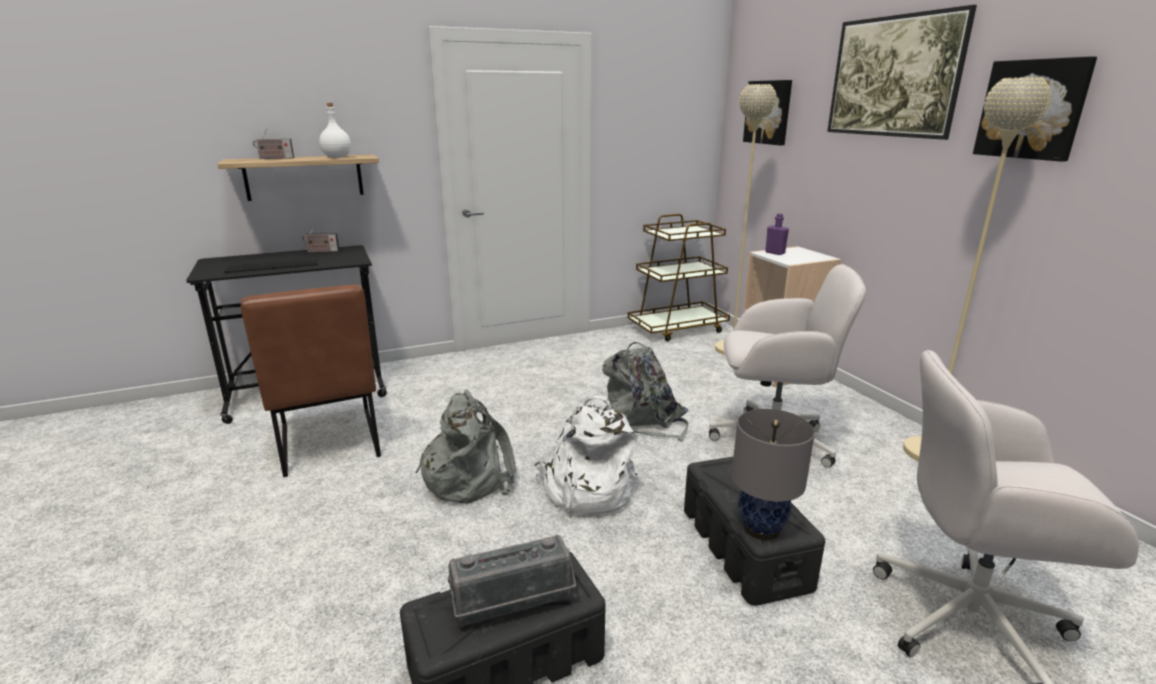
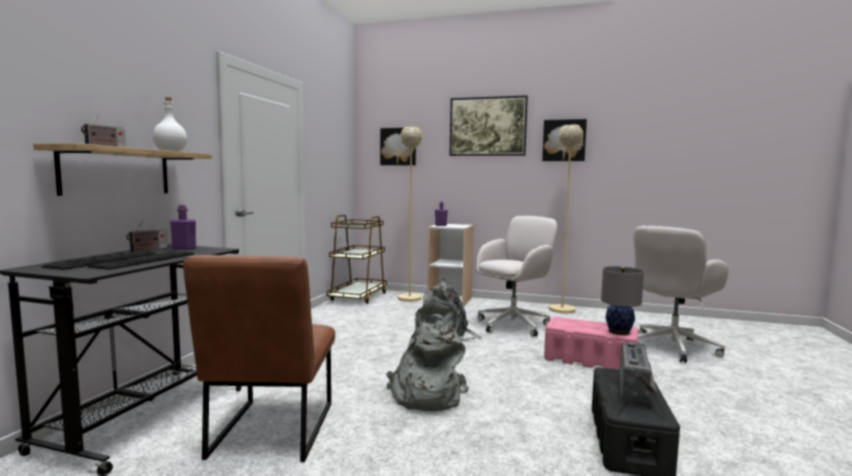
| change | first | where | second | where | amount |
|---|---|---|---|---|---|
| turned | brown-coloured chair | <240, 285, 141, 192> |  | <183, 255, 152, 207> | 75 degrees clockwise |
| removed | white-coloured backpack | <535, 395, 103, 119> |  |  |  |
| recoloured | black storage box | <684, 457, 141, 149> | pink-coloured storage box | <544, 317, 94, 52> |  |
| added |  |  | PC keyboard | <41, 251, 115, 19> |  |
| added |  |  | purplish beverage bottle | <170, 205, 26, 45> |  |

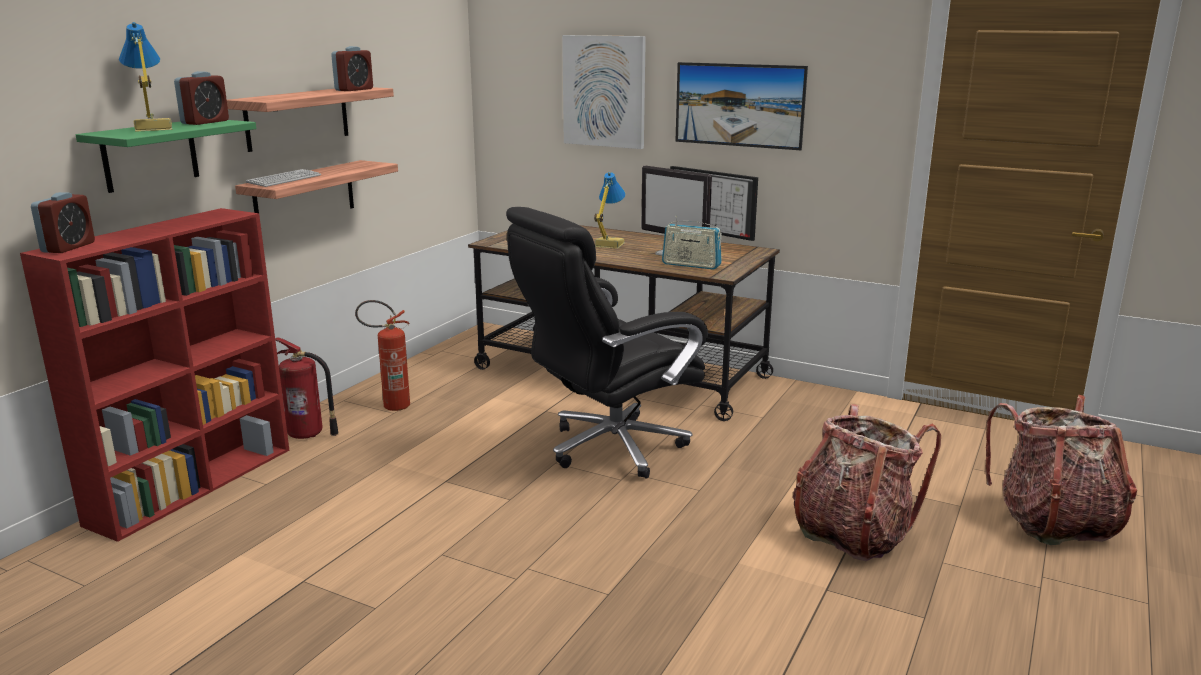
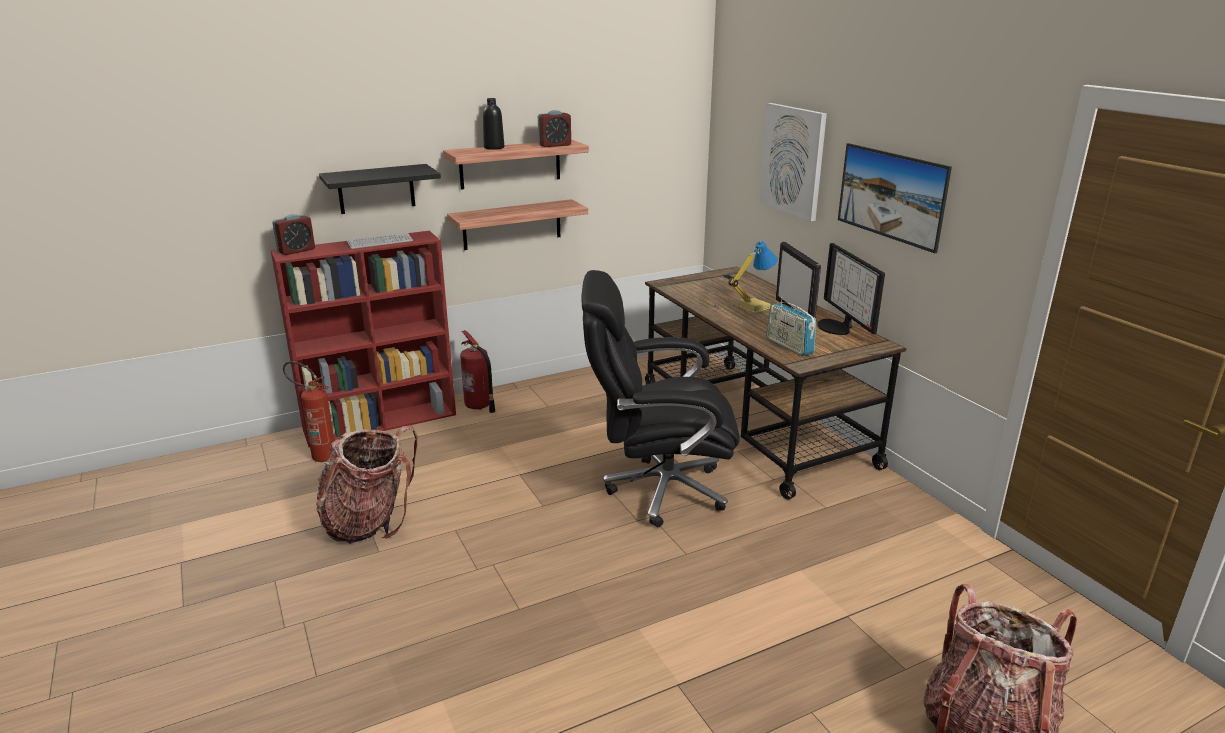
| change | first | where | second | where | amount |
|---|---|---|---|---|---|
| recoloured | green-coloured shelf | <76, 120, 180, 73> | black shelf | <319, 164, 122, 50> |  |
| removed | tabletop lamp | <119, 22, 54, 110> |  |  |  |
| removed | alarm clock | <174, 71, 55, 54> |  |  |  |
| moved | PC keyboard | <246, 169, 75, 18> |  | <347, 233, 66, 16> |  |
| moved | fire-fighting cylinder | <355, 300, 55, 111> |  | <283, 361, 52, 101> |  |
| moved | backpack | <793, 404, 148, 157> |  | <316, 426, 102, 118> |  |
| added |  |  | black beverage bottle | <483, 98, 21, 52> |  |

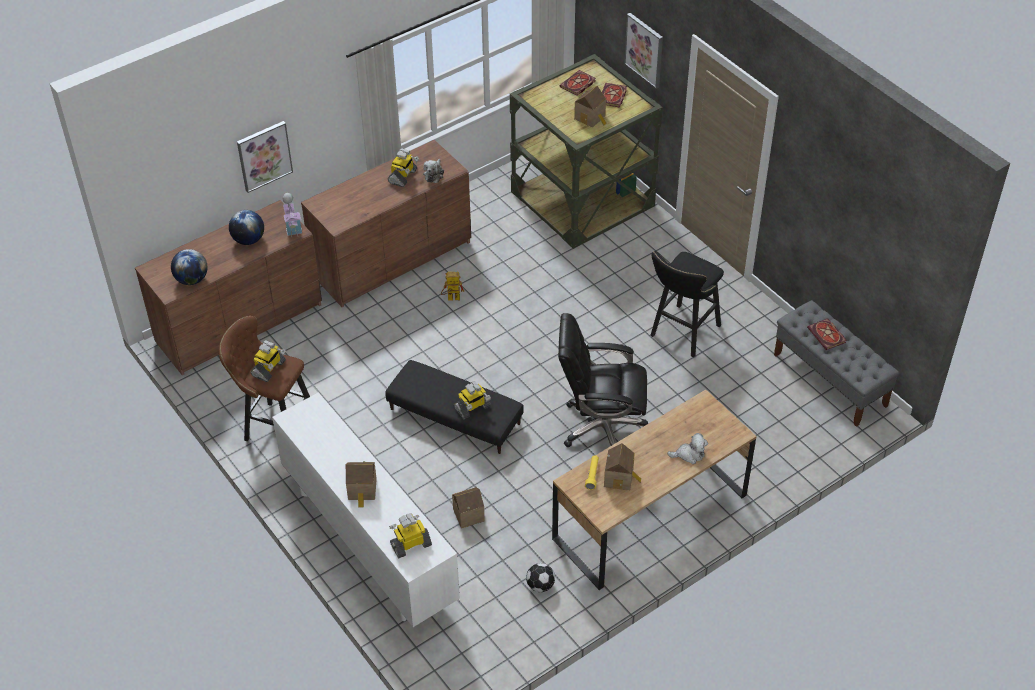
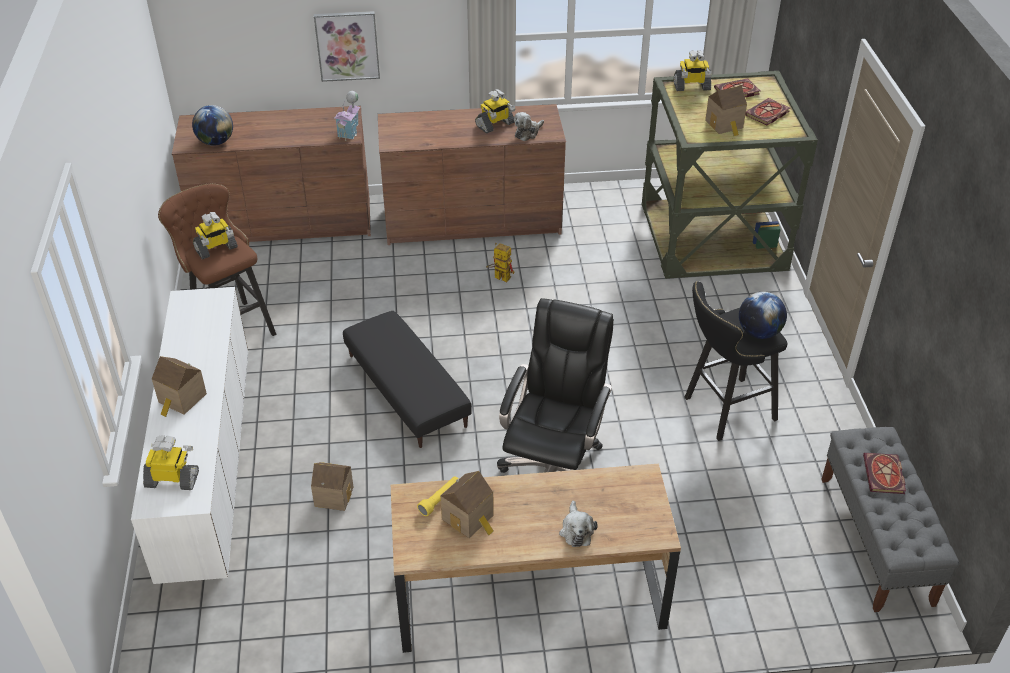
| change | first | where | second | where | amount |
|---|---|---|---|---|---|
| moved | world globe | <229, 210, 35, 35> |  | <739, 292, 48, 47> |  |
| moved | toy robot | <454, 381, 37, 38> |  | <674, 50, 38, 41> |  |
| removed | football | <526, 563, 29, 29> |  |  |  |
| turned | black desk chair | <558, 313, 91, 134> |  | <497, 298, 117, 175> | 75 degrees clockwise |
| removed | picture | <624, 13, 39, 76> |  |  |  |
| turned | plush toy | <667, 433, 41, 31> |  | <559, 501, 39, 46> | 60 degrees clockwise |

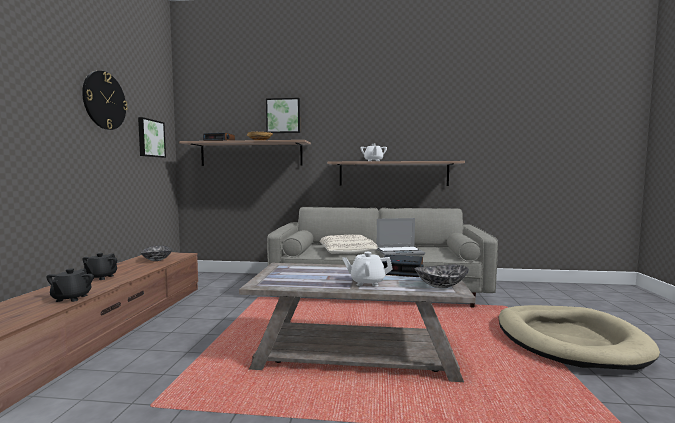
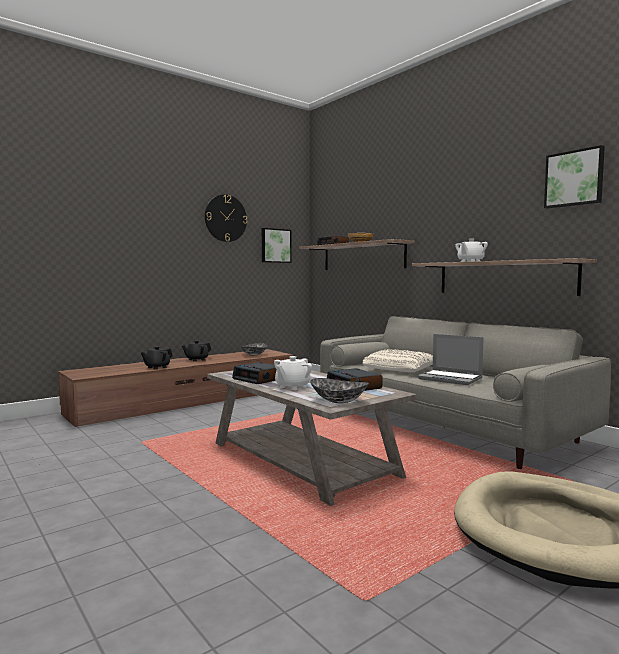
| change | first | where | second | where | amount |
|---|---|---|---|---|---|
| moved | picture | <266, 98, 34, 35> |  | <544, 145, 61, 64> |  |
| turned | white-coloured teapot | <343, 252, 50, 34> |  | <274, 356, 38, 34> | 105 degrees counterclockwise |
| added |  |  | alarm clock | <232, 362, 44, 22> |  |

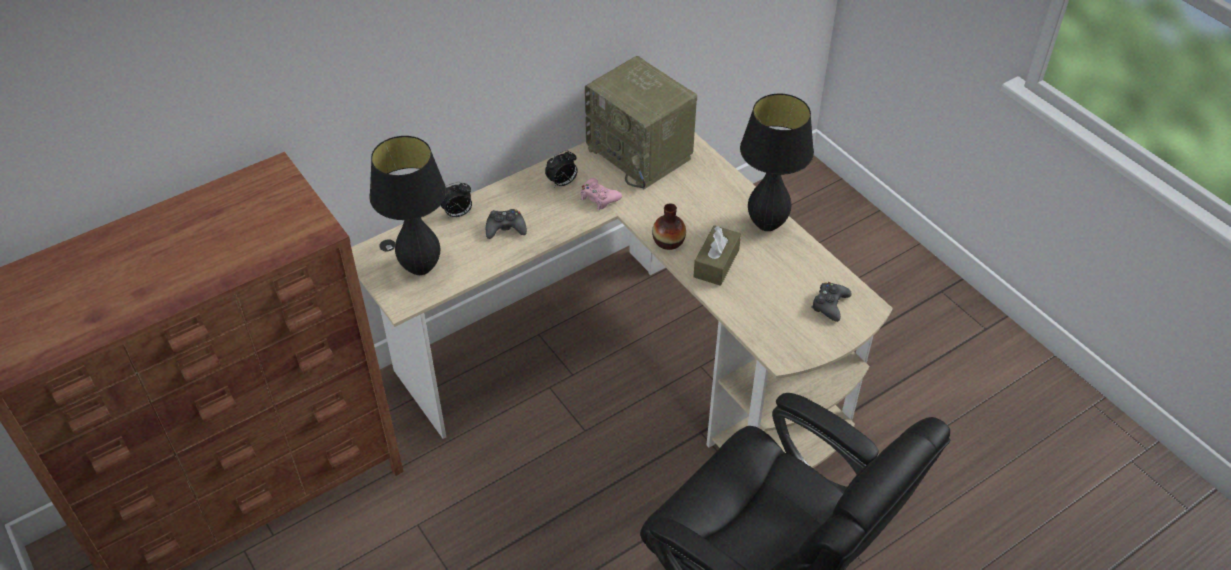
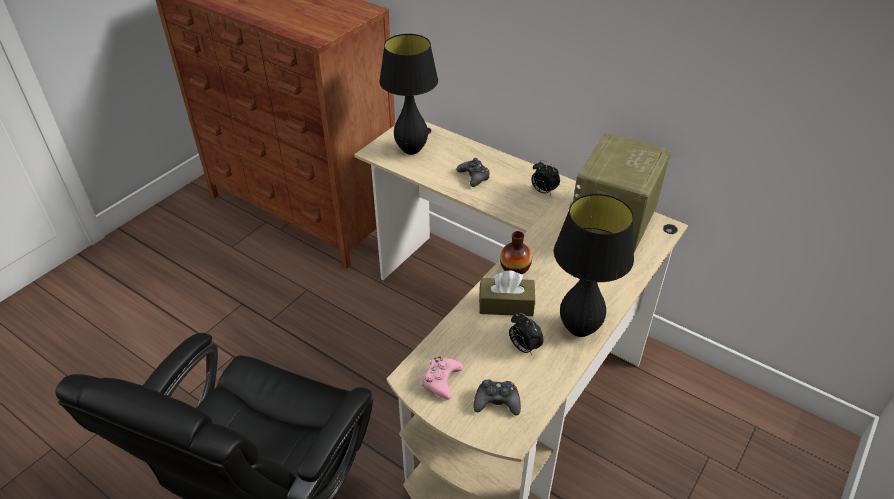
| change | first | where | second | where | amount |
|---|---|---|---|---|---|
| moved | alarm clock | <441, 182, 31, 36> |  | <509, 313, 35, 42> |  |
| moved | pink-coloured joypad | <580, 178, 42, 32> |  | <422, 356, 41, 44> |  |

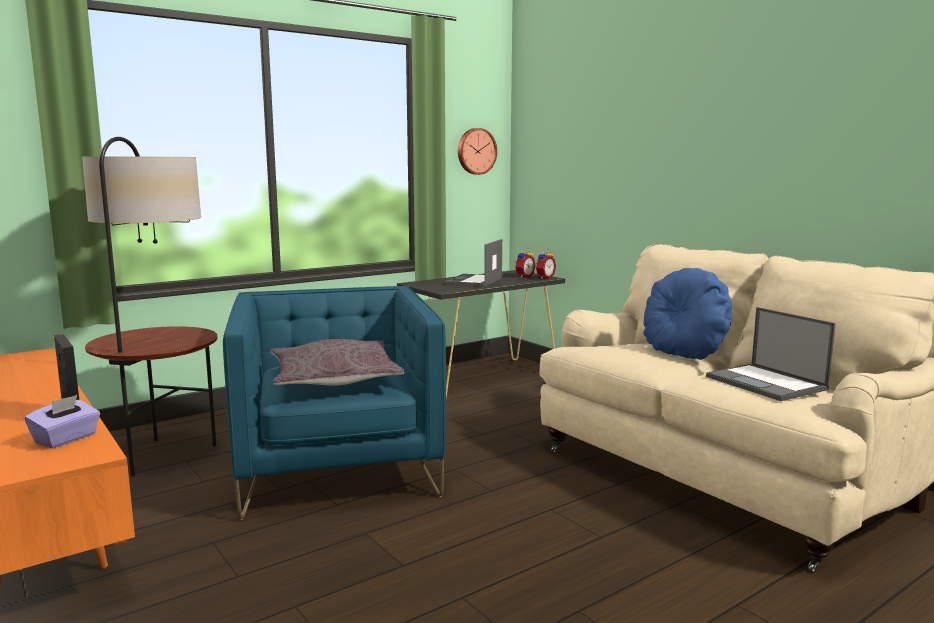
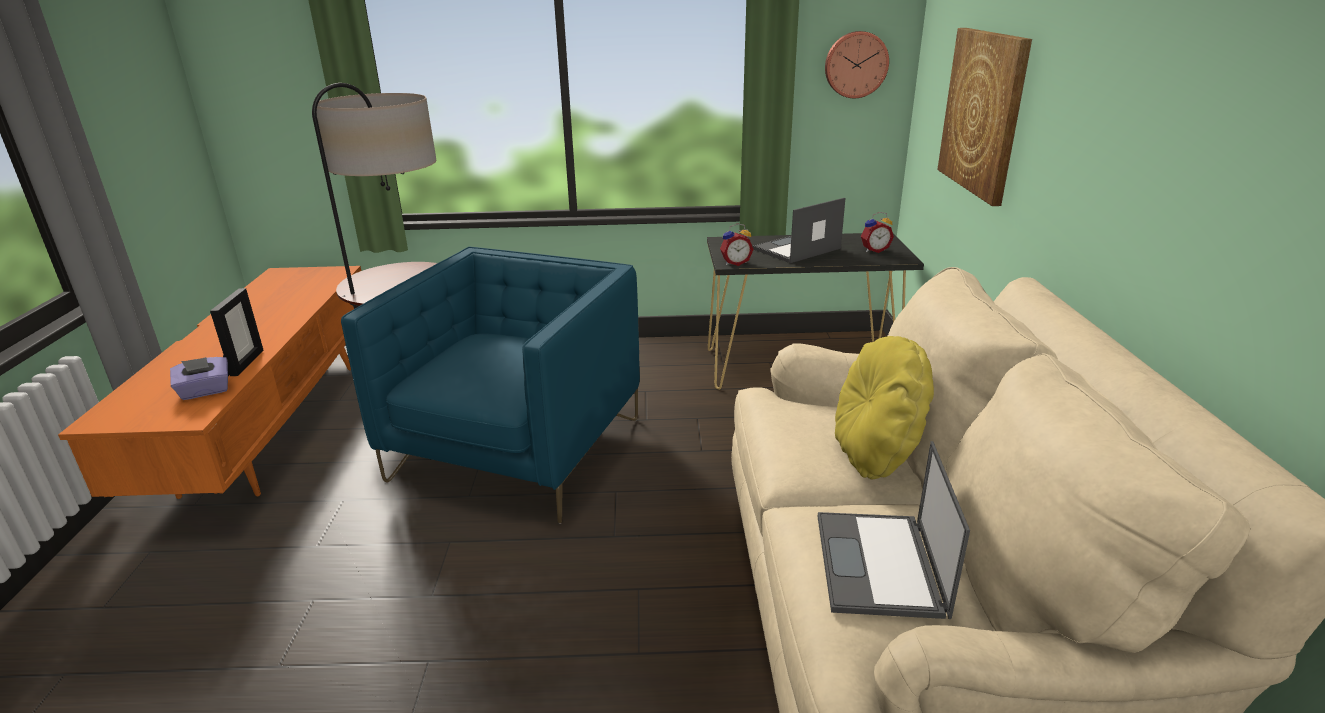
| change | first | where | second | where | amount |
|---|---|---|---|---|---|
| removed | gray throw pillow | <270, 339, 135, 47> |  |  |  |
| moved | alarm clock | <536, 248, 20, 31> |  | <720, 223, 34, 43> |  |
| recoloured | blue throw pillow | <643, 268, 89, 92> | yellow throw pillow | <835, 336, 99, 143> |  |
| added |  |  | picture | <938, 28, 94, 178> |  |

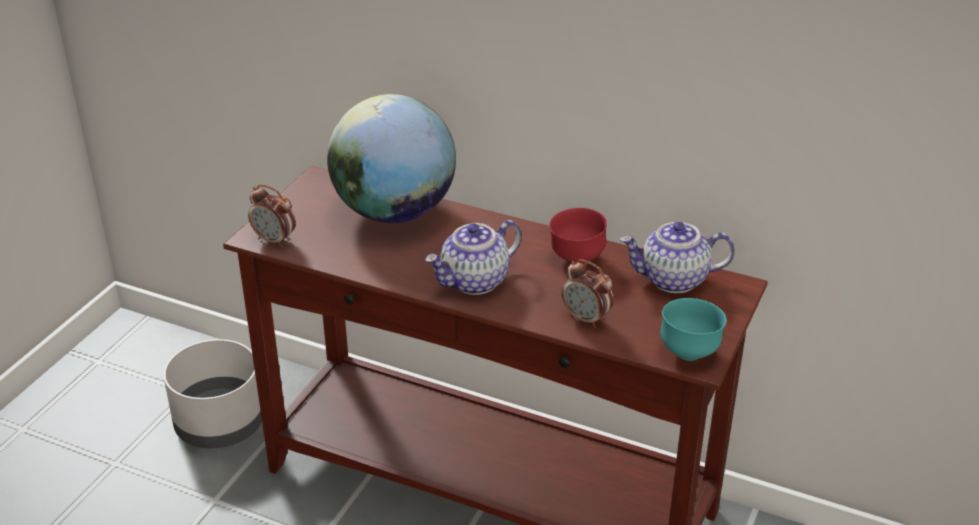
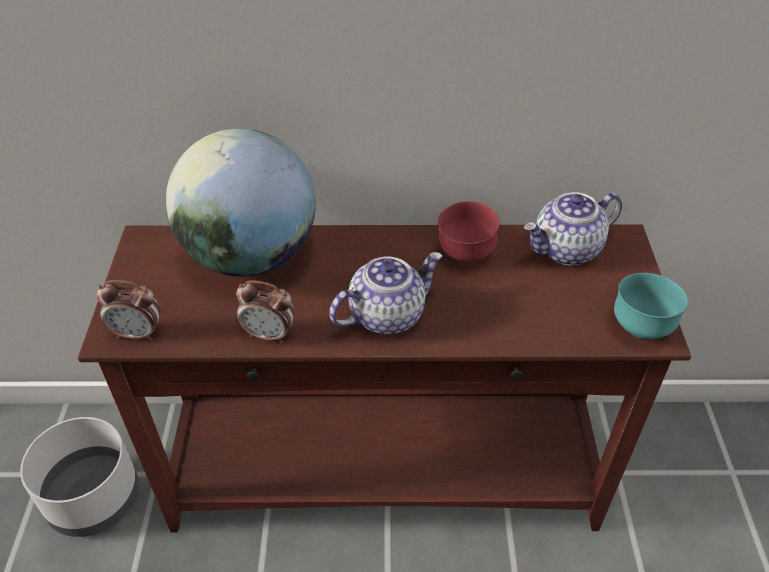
| change | first | where | second | where | amount |
|---|---|---|---|---|---|
| turned | teapot | <425, 220, 97, 75> |  | <329, 252, 113, 83> | 150 degrees counterclockwise |
| moved | alarm clock | <562, 259, 51, 69> |  | <236, 280, 59, 63> |  |

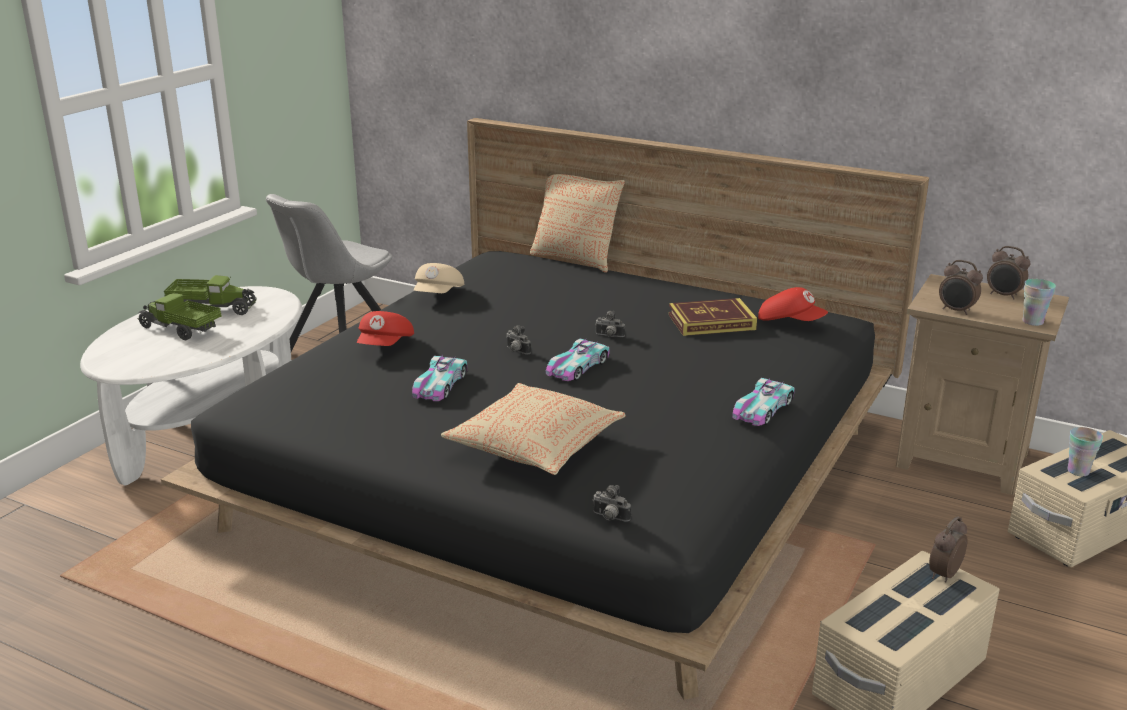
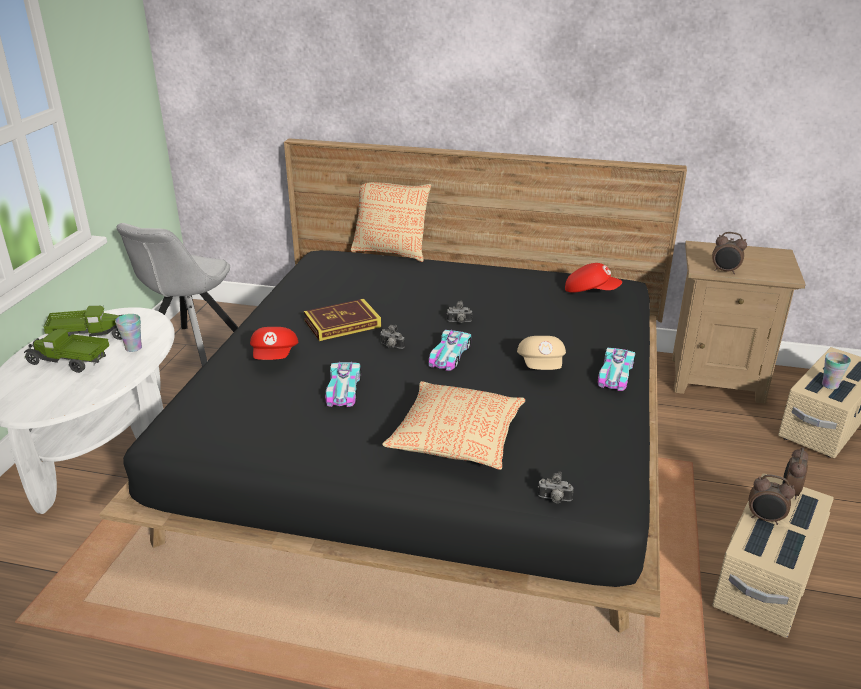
| change | first | where | second | where | amount |
|---|---|---|---|---|---|
| moved | beige-coloured baseball cap | <414, 263, 50, 30> |  | <517, 336, 49, 34> |  |
| moved | book | <669, 298, 88, 38> |  | <304, 299, 77, 42> |  |
| moved | alarm clock | <987, 246, 43, 54> |  | <749, 475, 46, 50> |  |
| moved | cup | <1022, 279, 34, 47> |  | <115, 314, 27, 38> |  |

